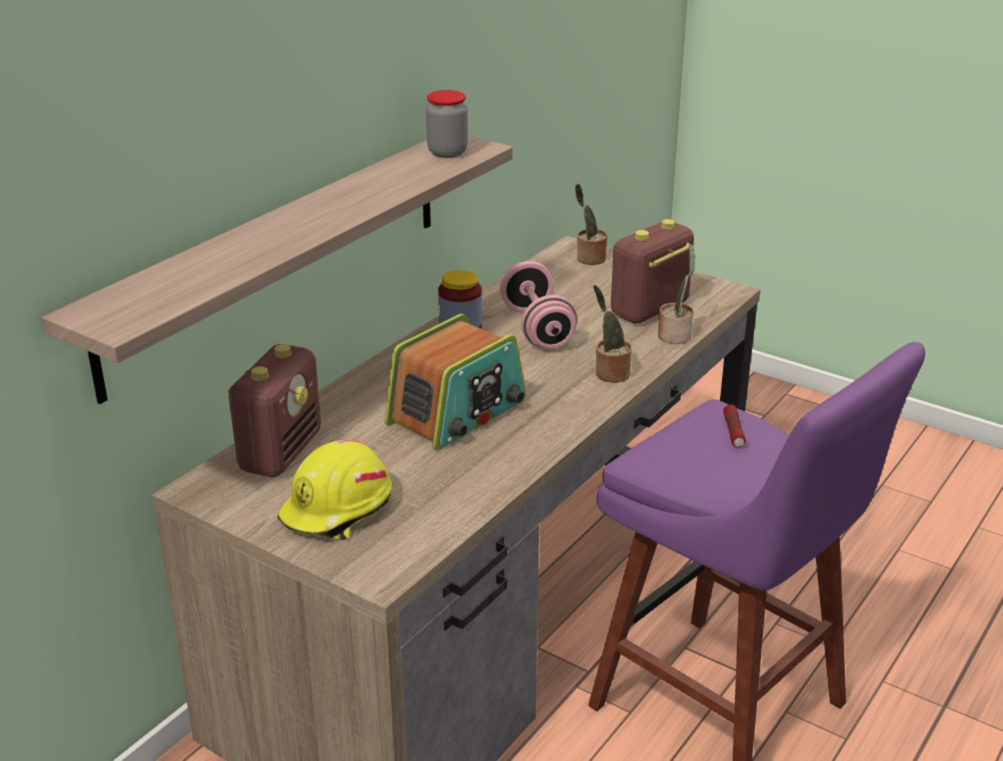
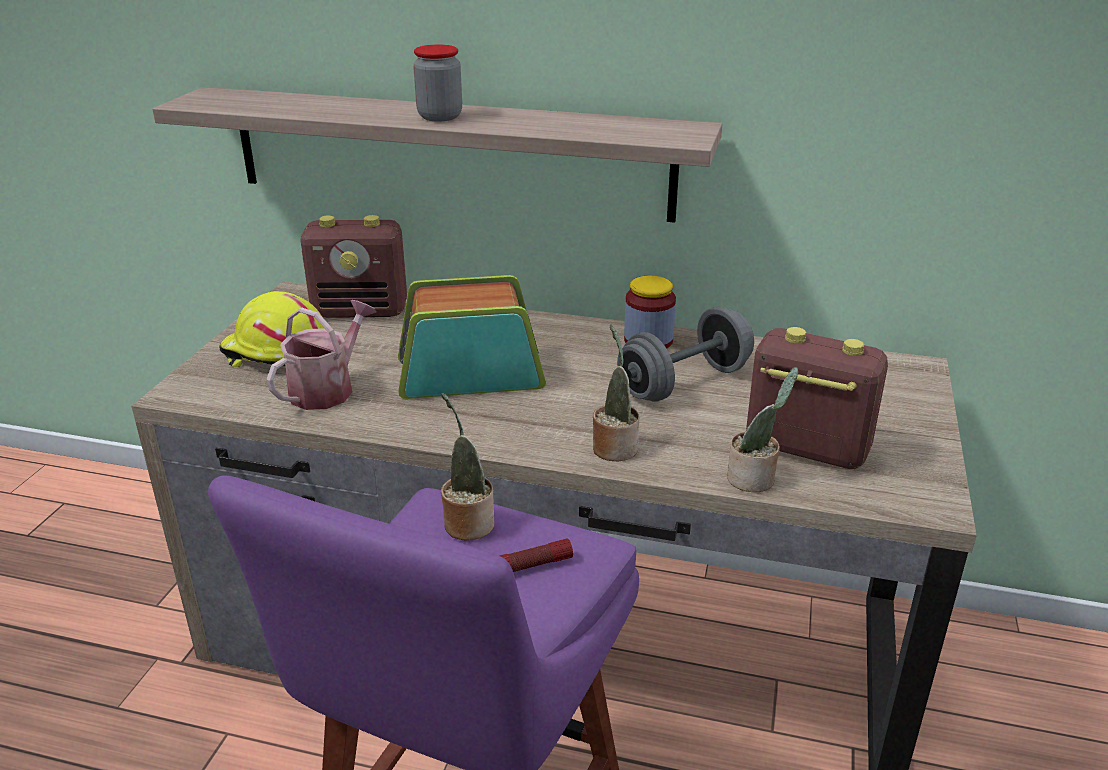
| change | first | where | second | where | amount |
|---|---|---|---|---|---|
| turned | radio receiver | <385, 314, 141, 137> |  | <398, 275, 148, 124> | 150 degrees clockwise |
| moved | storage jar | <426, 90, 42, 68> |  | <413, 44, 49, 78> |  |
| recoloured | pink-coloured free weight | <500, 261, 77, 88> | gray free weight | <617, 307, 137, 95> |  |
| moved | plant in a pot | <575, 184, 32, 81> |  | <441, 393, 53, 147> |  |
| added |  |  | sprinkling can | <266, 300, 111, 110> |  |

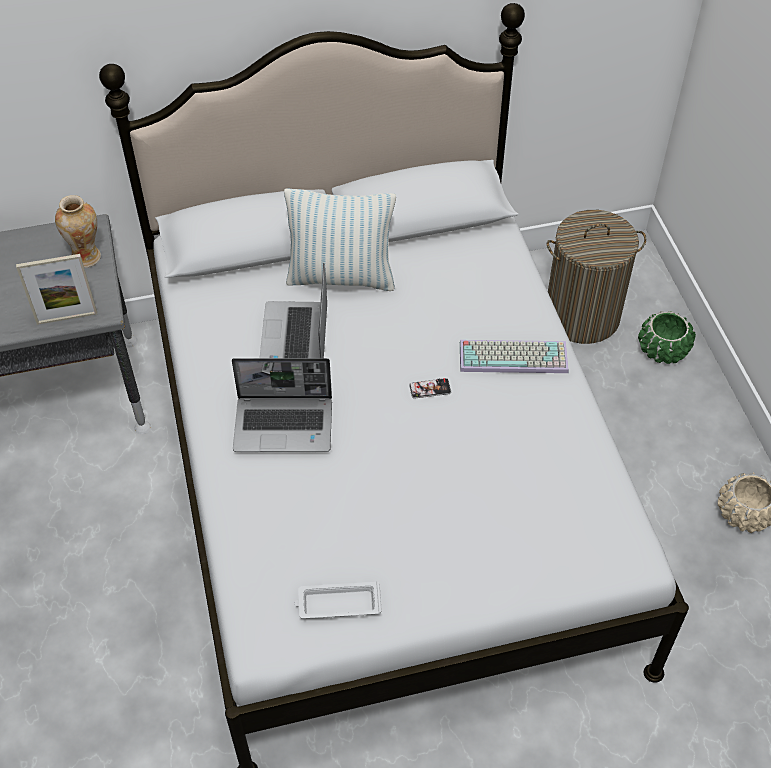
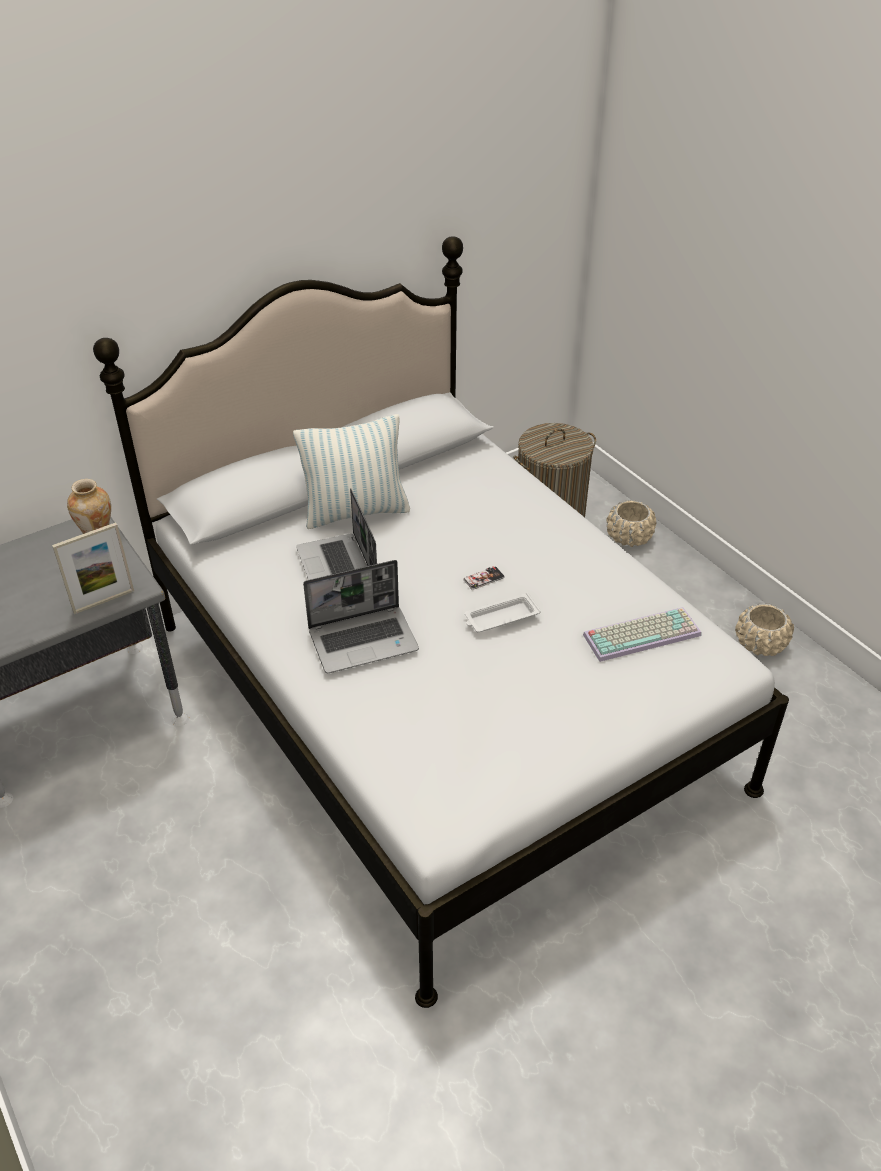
| change | first | where | second | where | amount |
|---|---|---|---|---|---|
| moved | white-coloured serving tray | <295, 581, 87, 38> |  | <465, 593, 76, 39> |  |
| moved | PC keyboard | <460, 340, 109, 33> |  | <583, 607, 118, 55> |  |
| recoloured | green-coloured planter | <638, 311, 58, 53> | beige-coloured planter | <606, 500, 51, 47> |  |

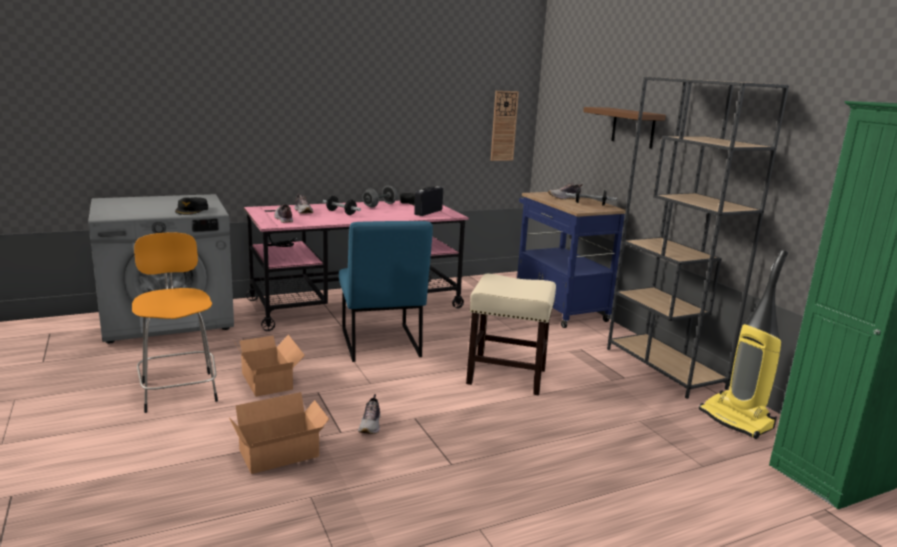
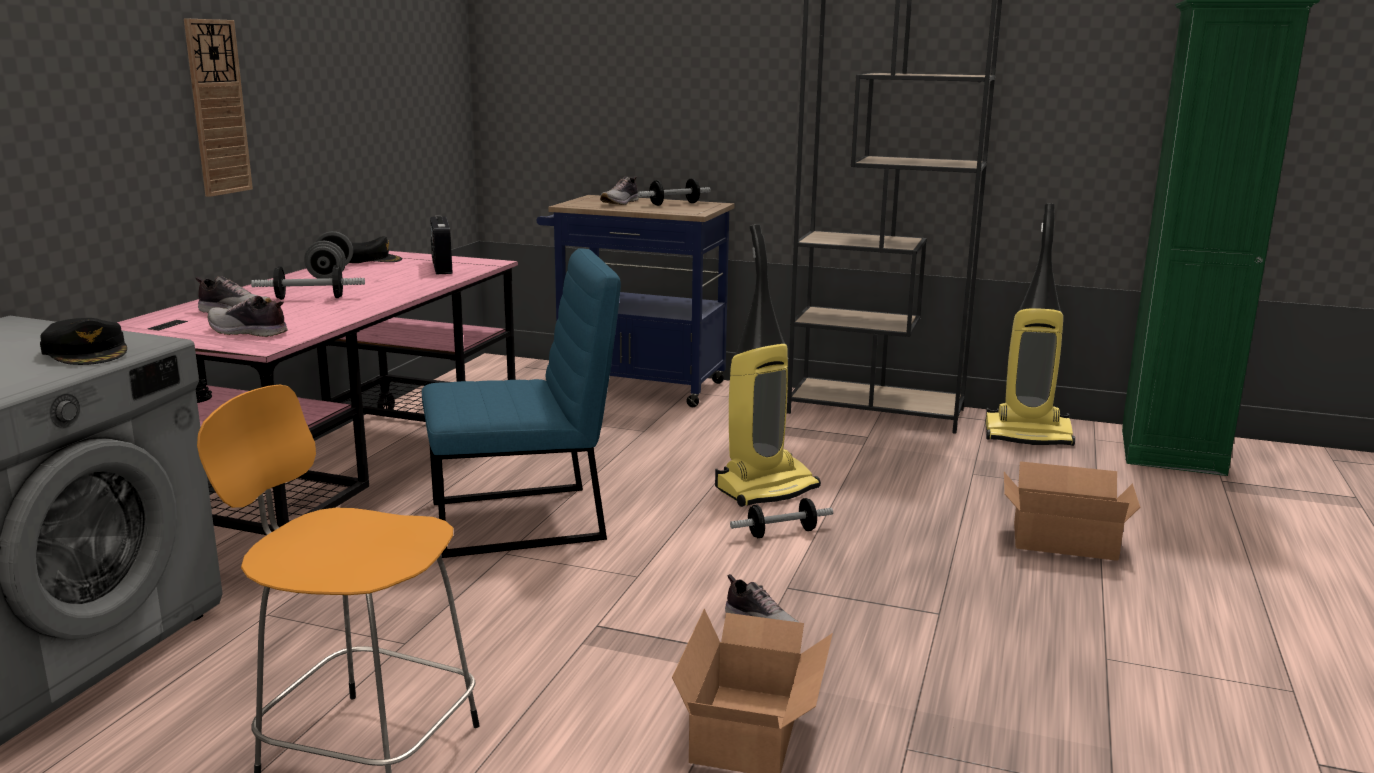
| change | first | where | second | where | amount |
|---|---|---|---|---|---|
| moved | carton | <233, 335, 72, 62> |  | <1004, 461, 136, 100> |  |
| turned | blue chair | <339, 221, 94, 141> |  | <422, 248, 199, 310> | 45 degrees counterclockwise |
| replaced | beige-coloured stool | <466, 274, 90, 121> | vacuum | <715, 224, 106, 283> |  |
| moved | clock on the wall | <491, 91, 28, 70> |  | <184, 19, 69, 178> |  |
| removed | brown-coloured shelf | <583, 107, 83, 41> |  |  |  |
| added |  |  | free weight | <730, 498, 103, 40> |  |

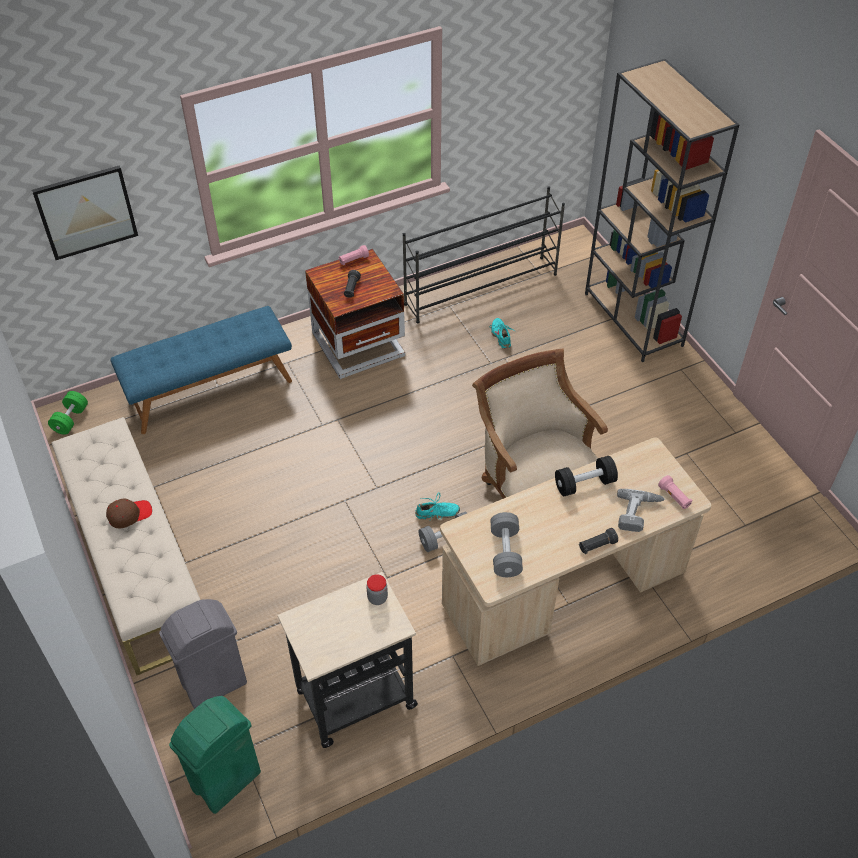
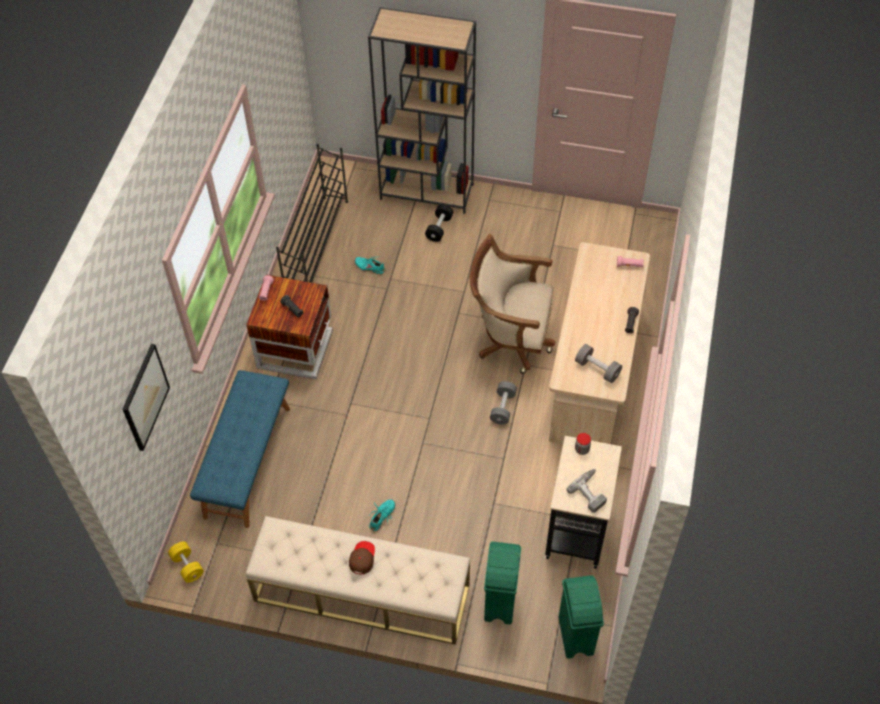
| change | first | where | second | where | amount |
|---|---|---|---|---|---|
| recoloured | green-coloured free weight | <48, 391, 40, 44> | yellow free weight | <168, 541, 36, 42> |  |
| recoloured | gray rubbish bin | <159, 599, 88, 110> | green-coloured rubbish bin | <484, 542, 37, 82> |  |
| moved | blue-green shoe | <415, 492, 45, 28> |  | <367, 499, 29, 32> |  |
| moved | black free weight | <555, 456, 63, 40> |  | <425, 204, 28, 38> |  |
| moved | power drill | <617, 489, 48, 43> |  | <567, 469, 40, 44> |  |

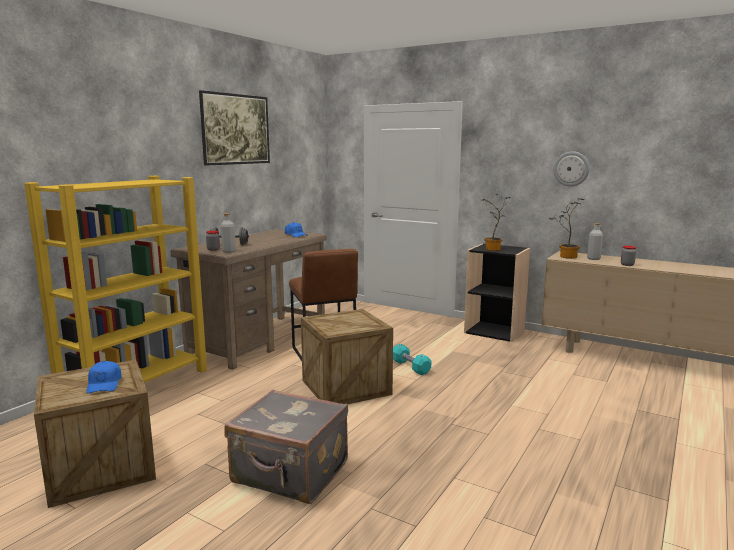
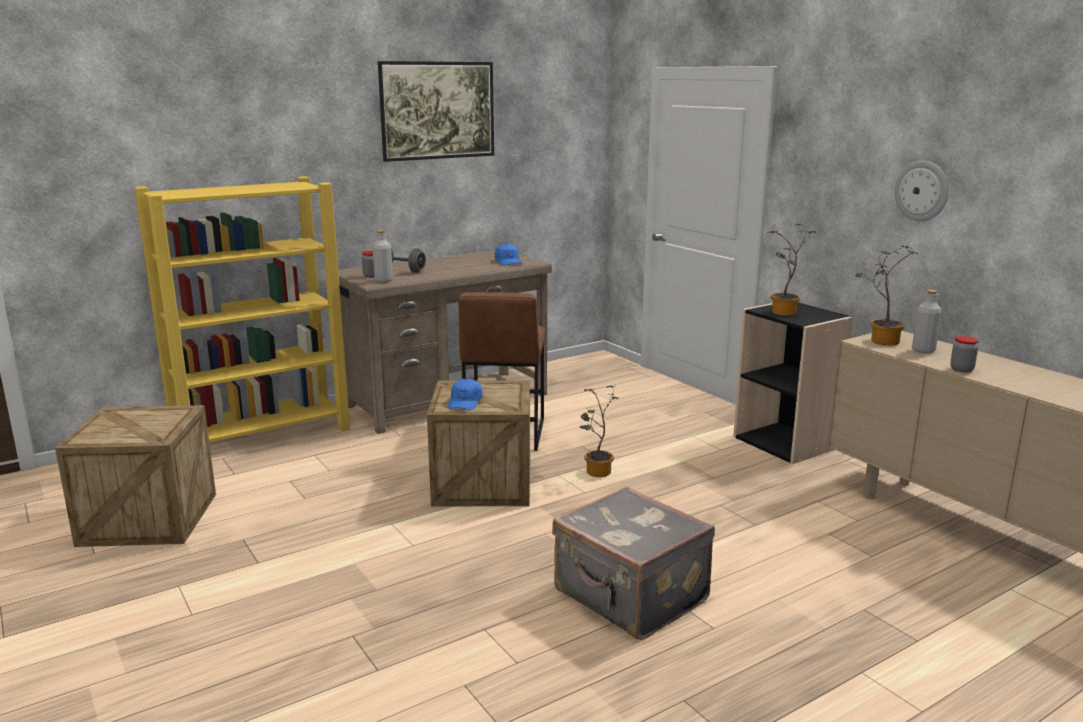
| change | first | where | second | where | amount |
|---|---|---|---|---|---|
| moved | blue baseball cap | <86, 361, 35, 32> |  | <447, 378, 35, 32> |  |
| moved | gray travel case | <224, 390, 124, 114> |  | <552, 486, 163, 154> |  |
| replaced | blue-green free weight | <393, 344, 38, 31> | plant in a pot | <580, 386, 39, 91> |  |

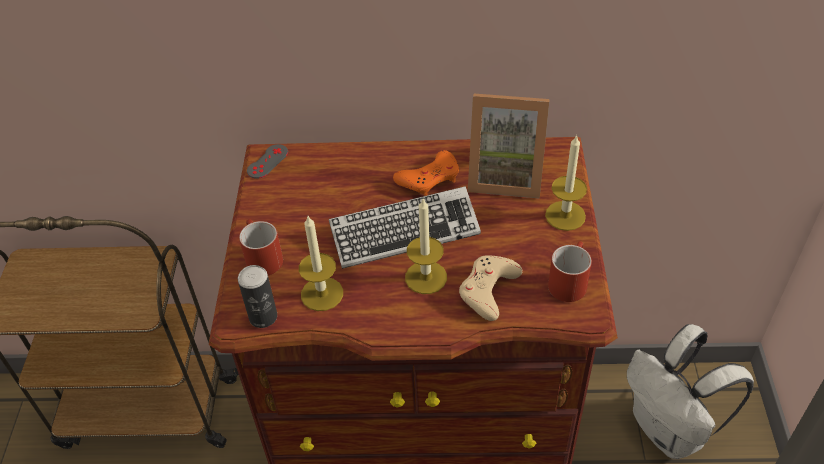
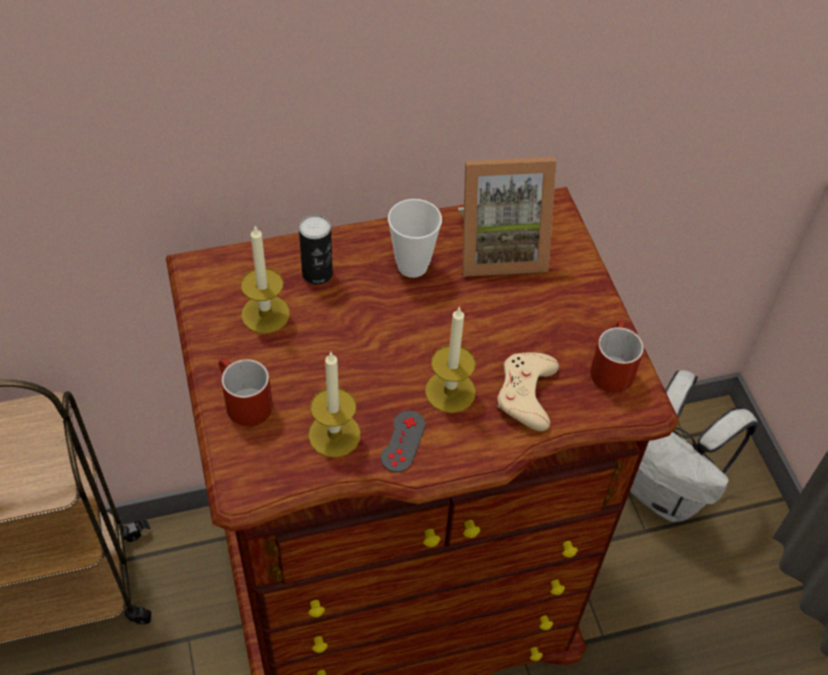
| change | first | where | second | where | amount |
|---|---|---|---|---|---|
| moved | sealed can | <238, 265, 39, 63> |  | <299, 215, 34, 70> |  |
| moved | gray joypad | <247, 144, 41, 35> |  | <381, 411, 45, 62> |  |
| removed | PC keyboard | <329, 186, 152, 83> |  |  |  |
| replaced | orange-coloured joypad | <393, 150, 66, 46> | cup | <388, 199, 54, 79> |  |
| moved | candle | <545, 134, 42, 97> |  | <241, 226, 49, 107> |  |

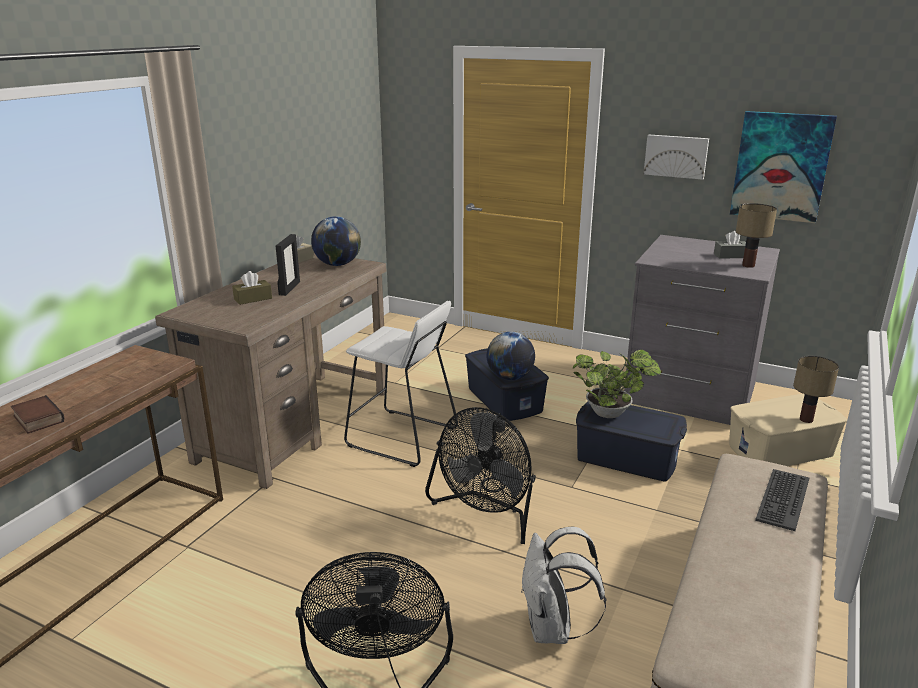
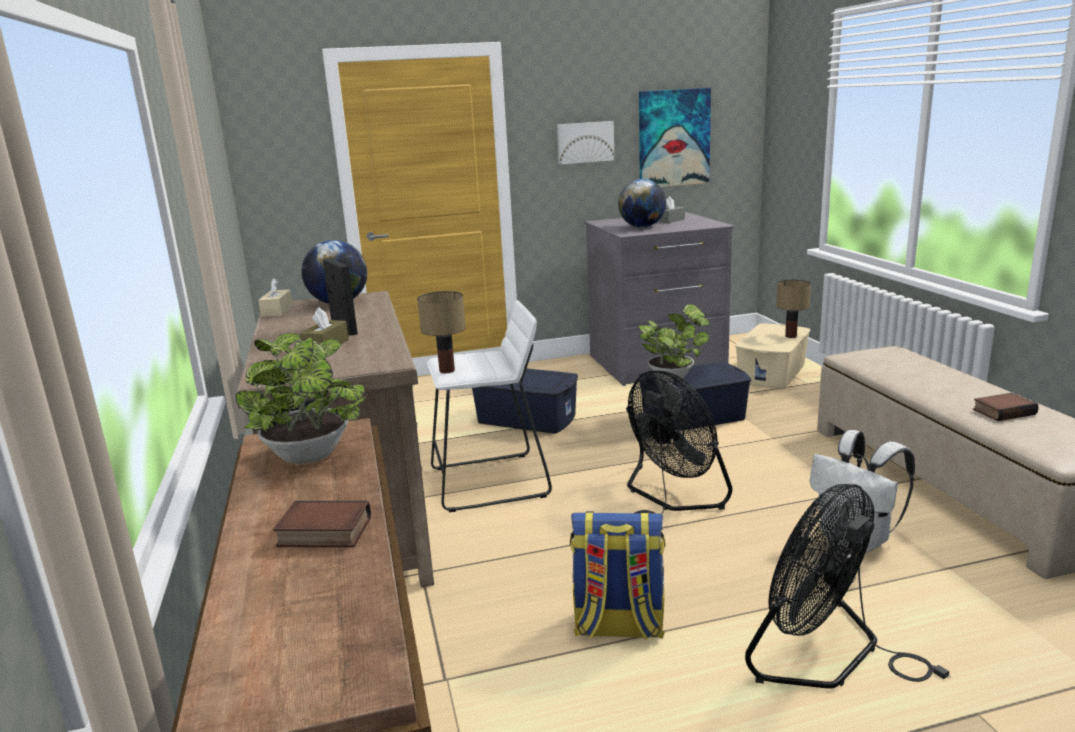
| change | first | where | second | where | amount |
|---|---|---|---|---|---|
| turned | black electric fan | <425, 407, 111, 137> |  | <626, 371, 106, 142> | 120 degrees counterclockwise |
| moved | world globe | <487, 332, 48, 48> |  | <618, 179, 48, 49> |  |
| moved | tabletop lamp | <736, 203, 41, 65> |  | <417, 291, 49, 82> |  |
| removed | PC keyboard | <755, 469, 54, 62> |  |  |  |
| added |  |  | plant in a pot | <236, 333, 131, 131> |  |
| added |  |  | backpack | <570, 512, 96, 128> |  |
| added |  |  | book | <973, 393, 66, 28> |  |

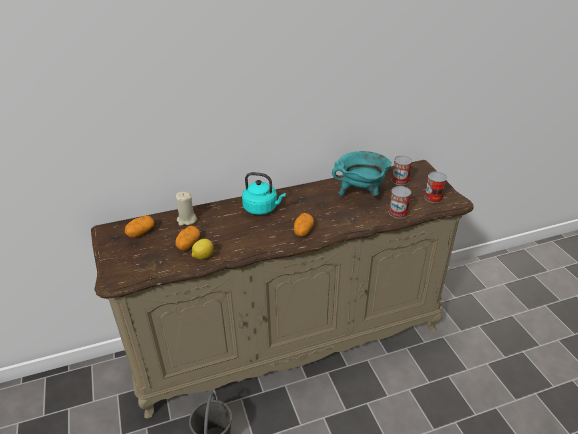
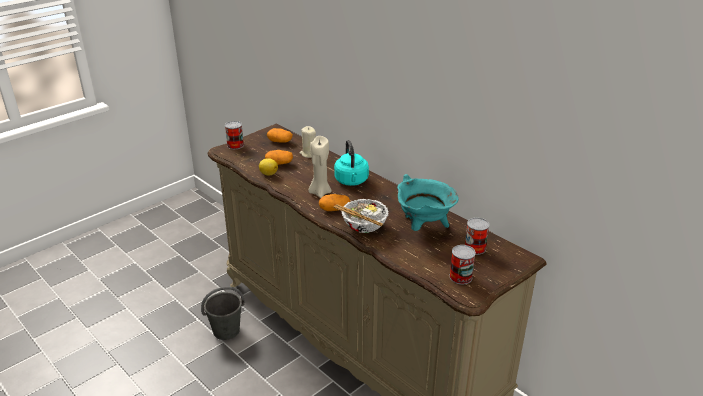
| change | first | where | second | where | amount |
|---|---|---|---|---|---|
| moved | sealed can | <389, 186, 22, 32> |  | <225, 121, 19, 28> |  |
| added |  |  | beige-coloured candle | <308, 136, 24, 62> |  |
| added |  |  | deep dish | <334, 199, 55, 34> |  |

